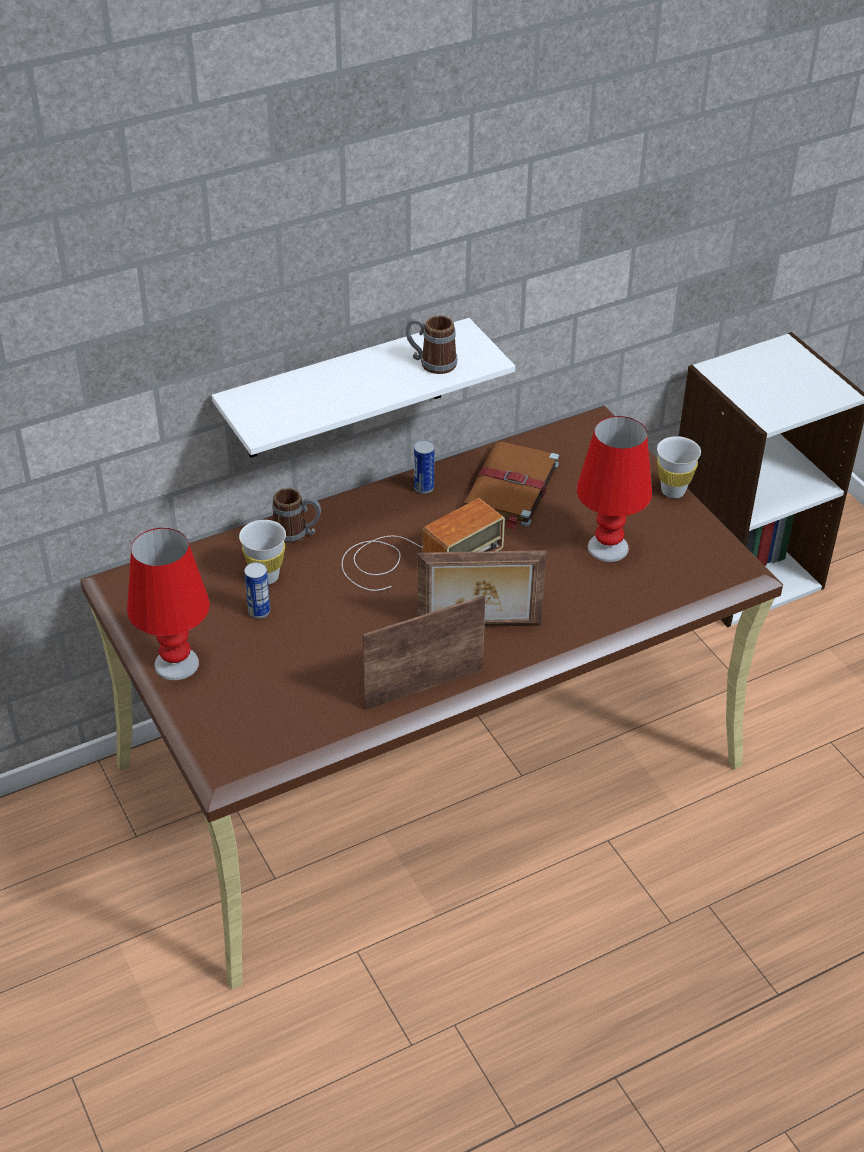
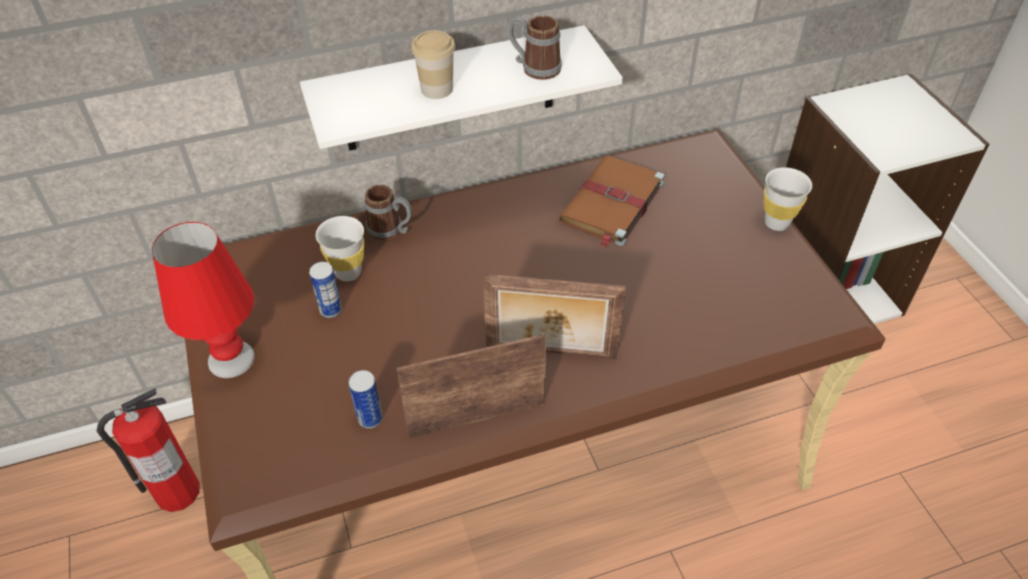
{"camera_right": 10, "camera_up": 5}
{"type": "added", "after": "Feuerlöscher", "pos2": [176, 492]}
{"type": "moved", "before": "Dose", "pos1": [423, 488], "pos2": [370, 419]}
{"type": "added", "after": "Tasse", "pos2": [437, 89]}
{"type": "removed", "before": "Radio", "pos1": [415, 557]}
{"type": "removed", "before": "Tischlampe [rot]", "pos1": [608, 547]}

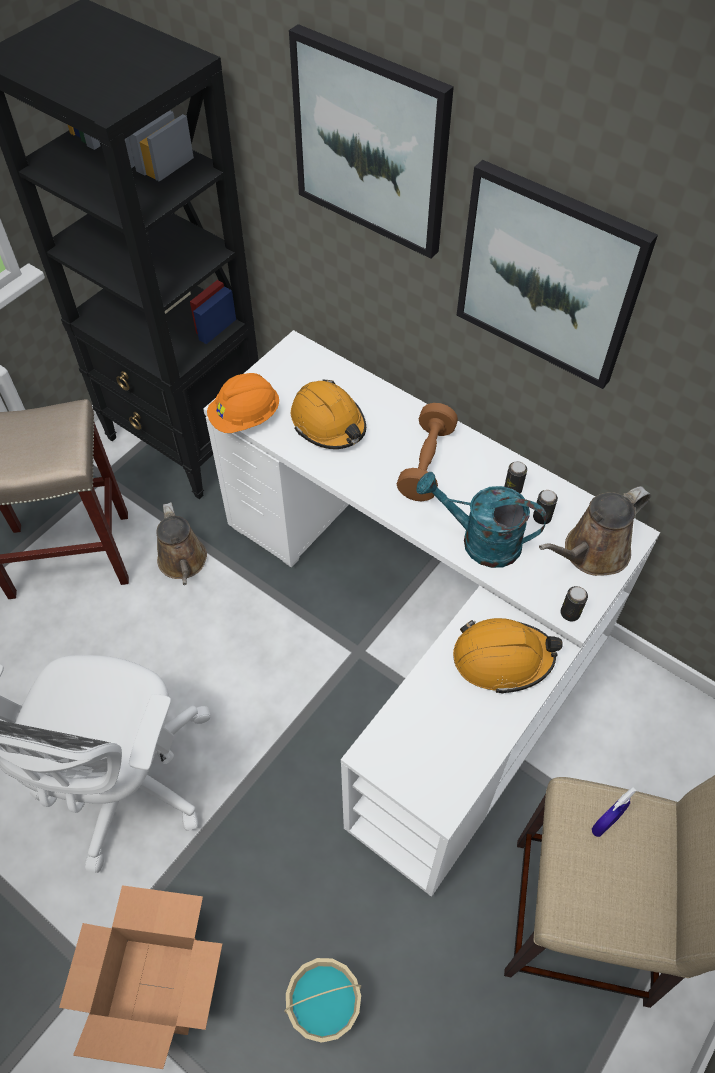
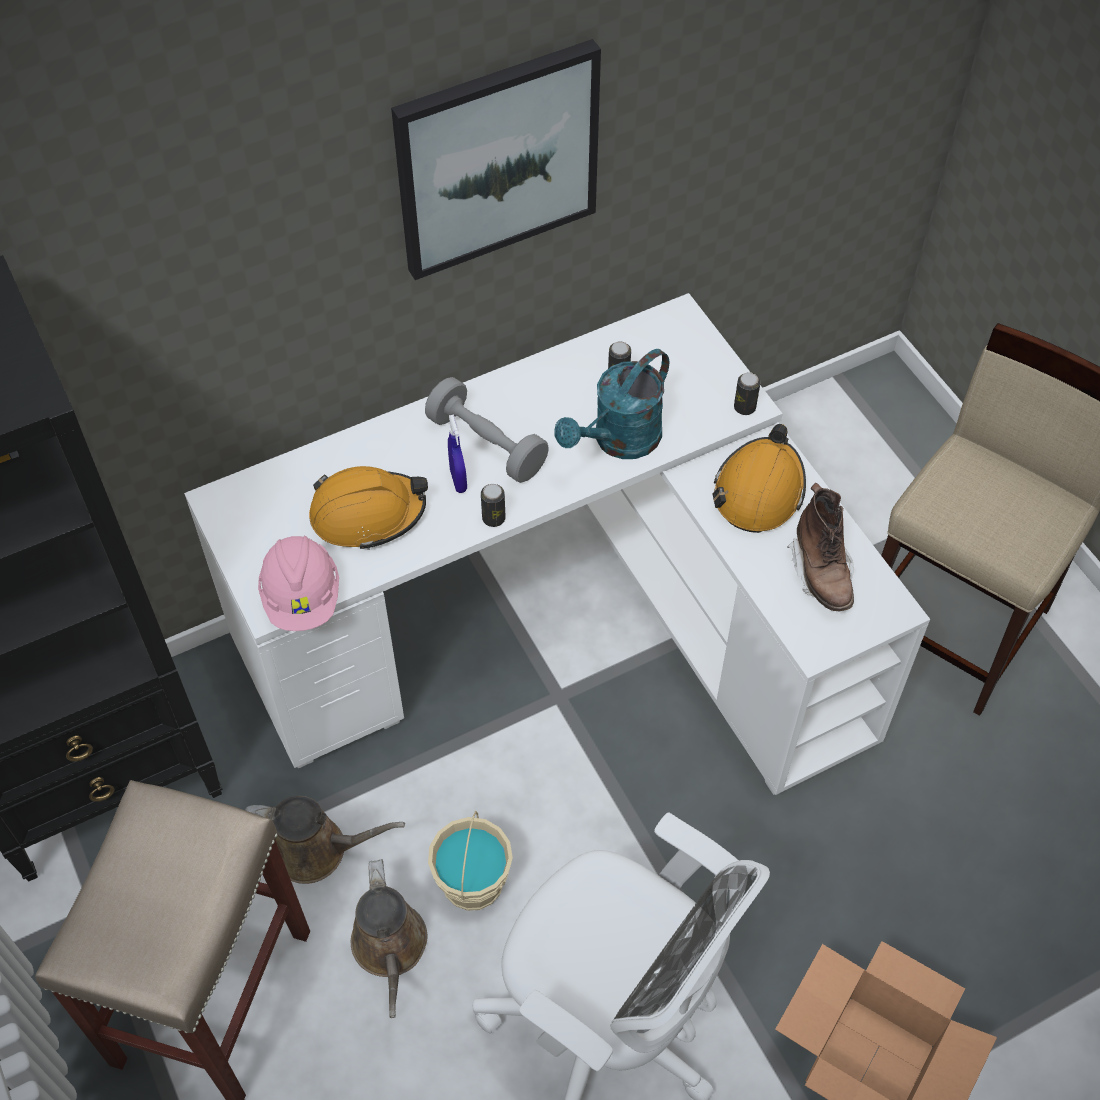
{"camera_right": -65, "camera_up": 0}
{"type": "recoloured", "before": "Schutzhelm [orange]", "after": "Schutzhelm [rosa]", "pos1": [245, 417], "pos2": [302, 597]}
{"type": "moved", "before": "Gießkanne [braun]", "pos1": [591, 553], "pos2": [390, 948]}
{"type": "recoloured", "before": "Hantel [braun]", "after": "Hantel [grau]", "pos1": [426, 463], "pos2": [487, 444]}
{"type": "moved", "before": "Eimer [beige]", "pos1": [324, 1007], "pos2": [473, 883]}
{"type": "moved", "before": "Sprühflasche [blau]", "pos1": [604, 824], "pos2": [458, 480]}
{"type": "moved", "before": "Dose", "pos1": [512, 489], "pos2": [493, 518]}
{"type": "added", "after": "Stiefel [braun]", "pos2": [821, 572]}
{"type": "removed", "before": "Bild", "pos1": [371, 143]}

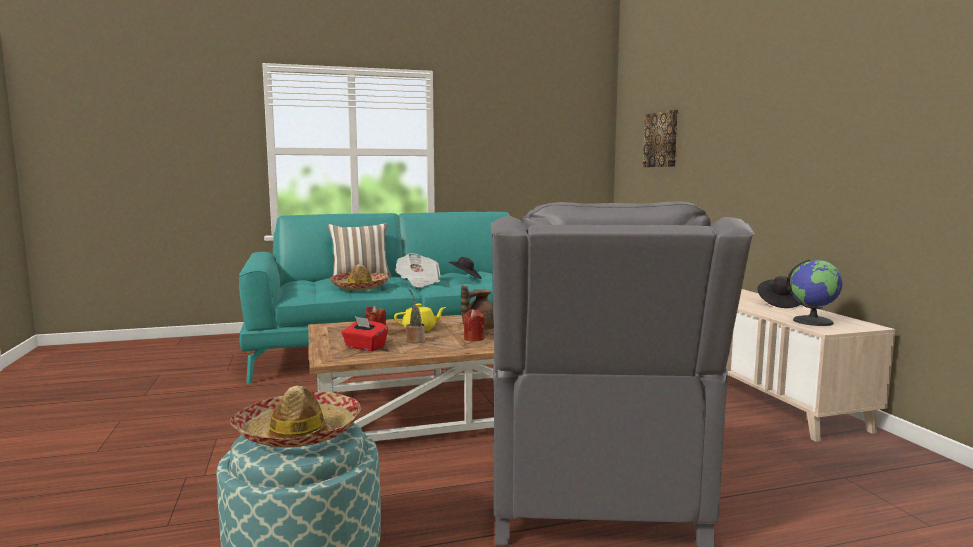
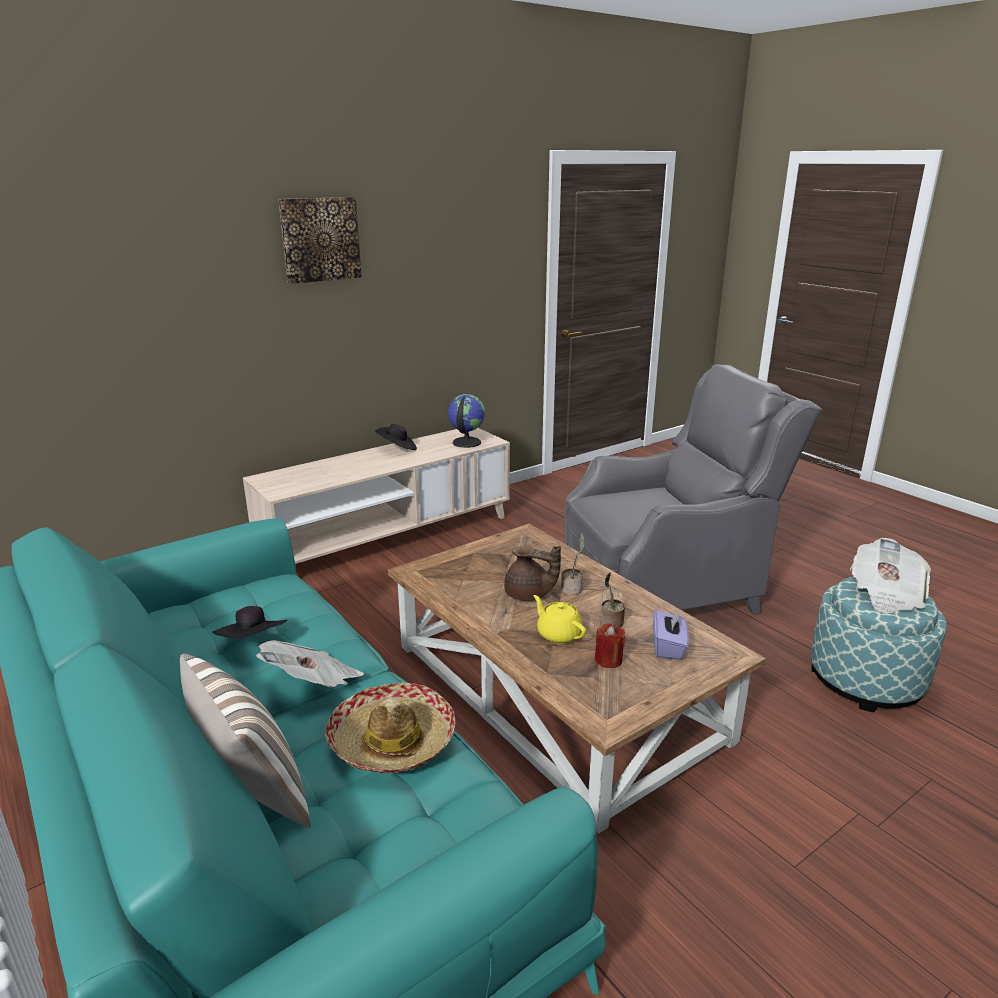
{"camera_right": -110, "camera_up": 15}
{"type": "moved", "before": "Bild", "pos1": [661, 139], "pos2": [320, 239]}
{"type": "replaced", "before": "Kerze [rot]", "after": "Topfpflanze", "pos1": [474, 338], "pos2": [572, 589]}
{"type": "recoloured", "before": "Taschentuchbox [rot]", "after": "Taschentuchbox [lila]", "pos1": [365, 347], "pos2": [668, 647]}
{"type": "replaced", "before": "Hut", "after": "Zeitung", "pos1": [299, 433], "pos2": [886, 594]}

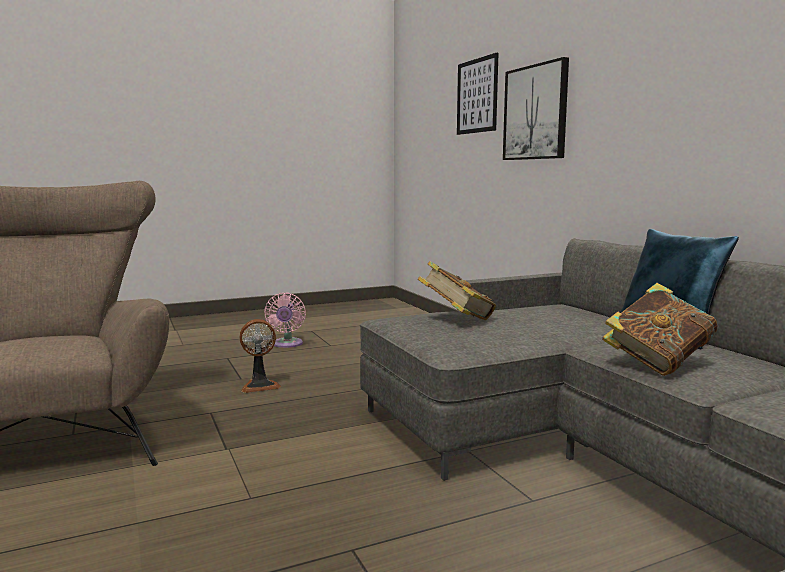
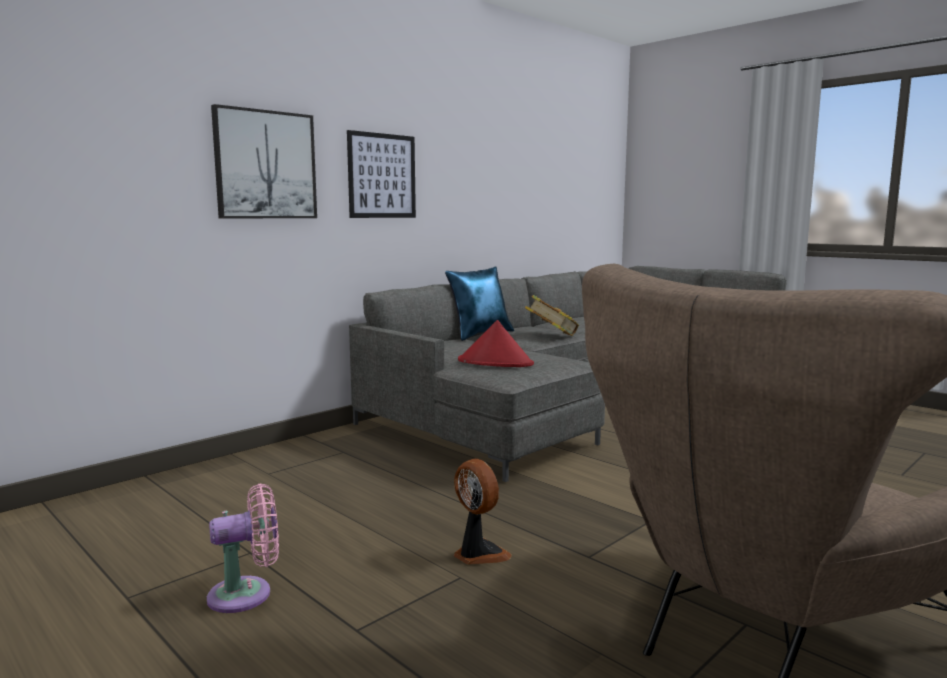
{"camera_right": -110, "camera_up": 0}
{"type": "moved", "before": "Bild", "pos1": [477, 96], "pos2": [382, 176]}
{"type": "replaced", "before": "Buch", "after": "Hut [rot]", "pos1": [456, 319], "pos2": [495, 363]}

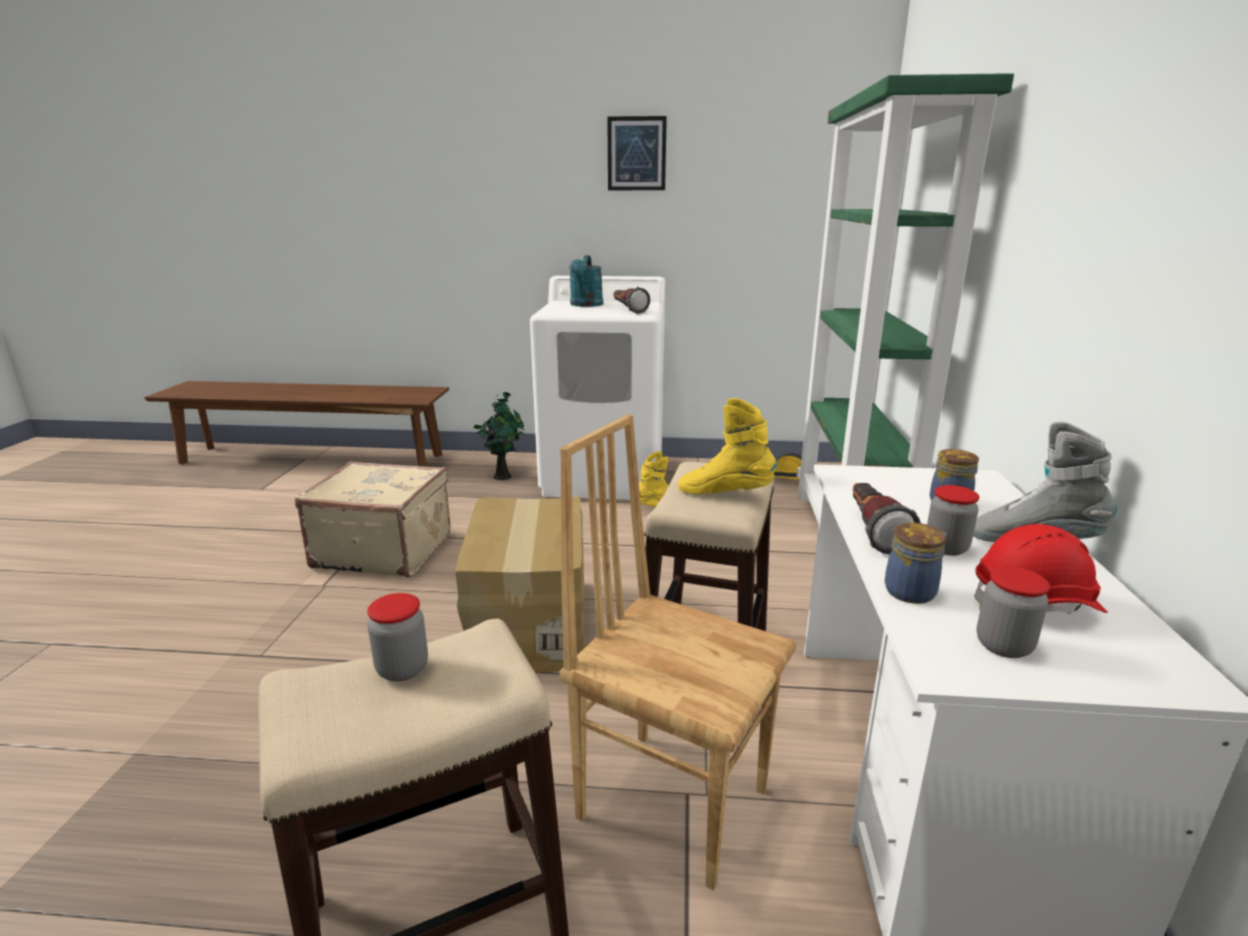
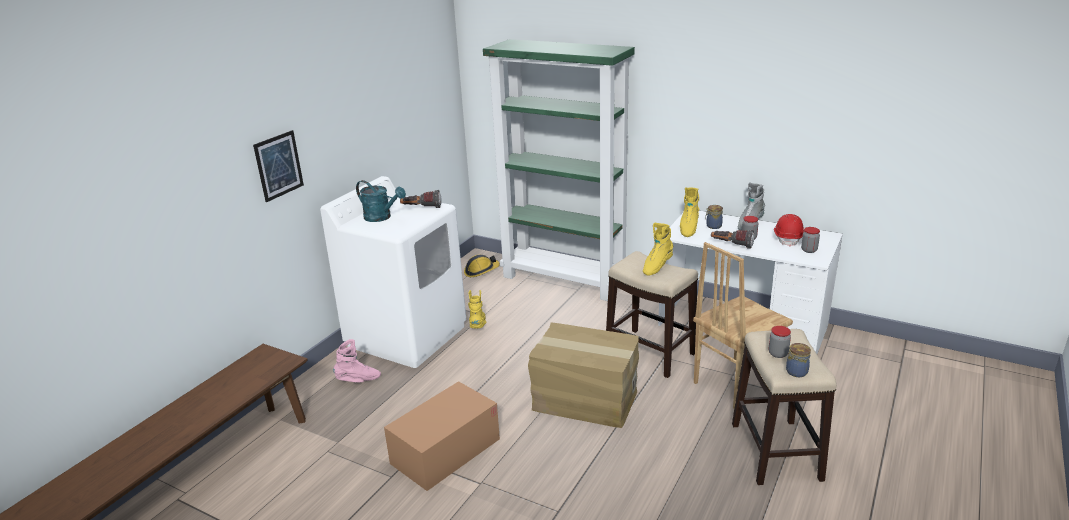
{"camera_right": -65, "camera_up": 5}
{"type": "moved", "before": "Bild", "pos1": [636, 154], "pos2": [278, 165]}
{"type": "replaced", "before": "Topfpflanze", "after": "Stiefel [rosa]", "pos1": [503, 476], "pos2": [358, 380]}
{"type": "replaced", "before": "Koffer [beige]", "after": "Karton", "pos1": [384, 550], "pos2": [446, 451]}
{"type": "added", "after": "Stiefel [gelb]", "pos2": [688, 229]}
{"type": "moved", "before": "Vorratsglas", "pos1": [912, 592], "pos2": [796, 371]}

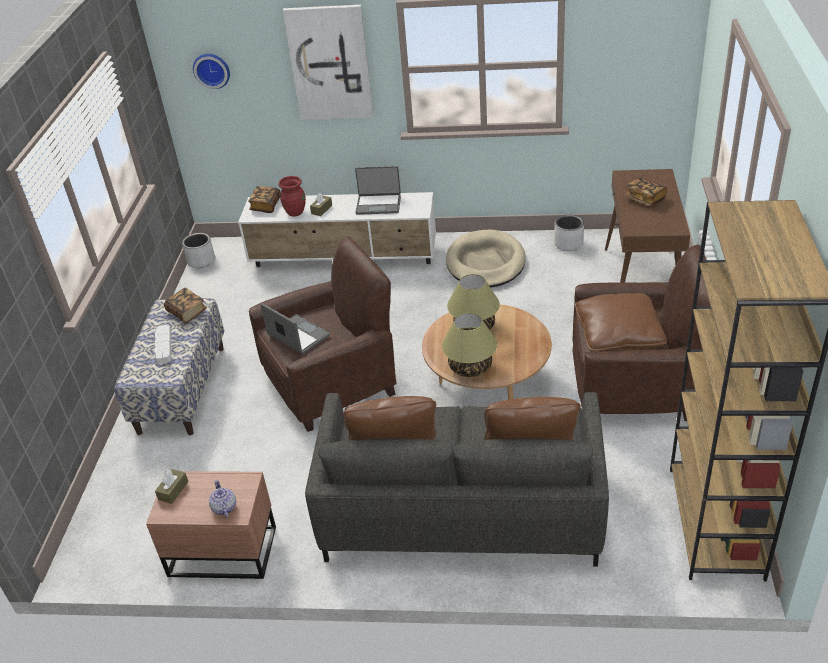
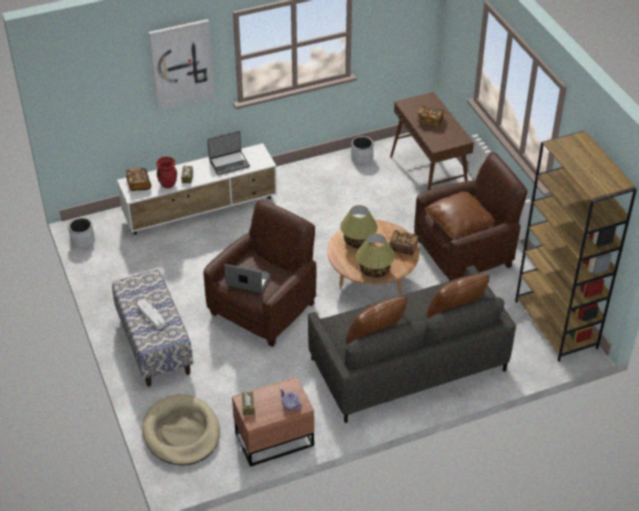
{"camera_right": -30, "camera_up": 5}
{"type": "moved", "before": "Hundebett [beige]", "pos1": [485, 263], "pos2": [181, 433]}
{"type": "moved", "before": "Buch", "pos1": [187, 312], "pos2": [403, 247]}
{"type": "removed", "before": "Wanduhr", "pos1": [212, 70]}

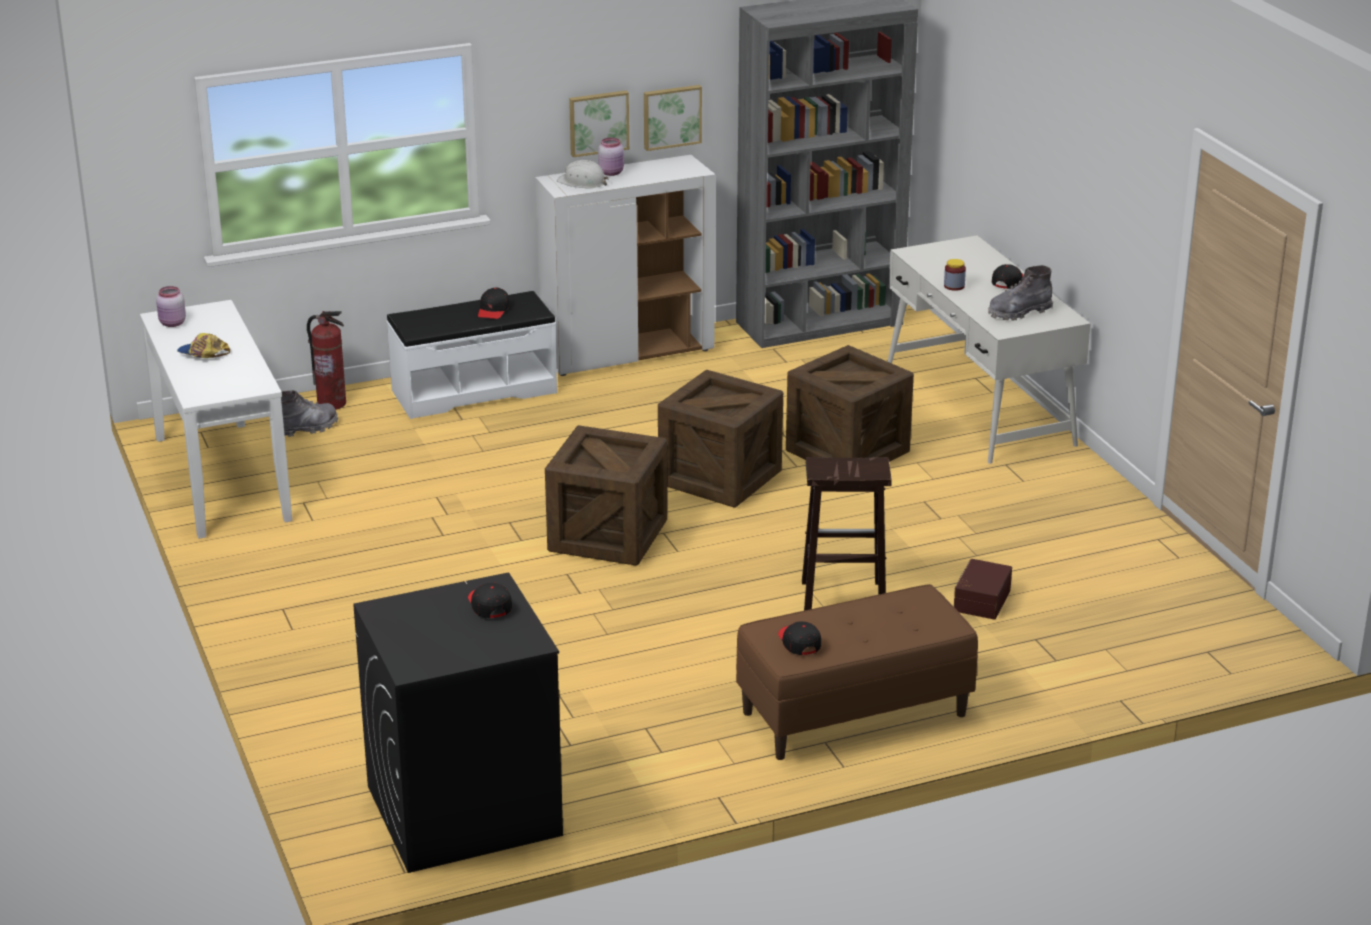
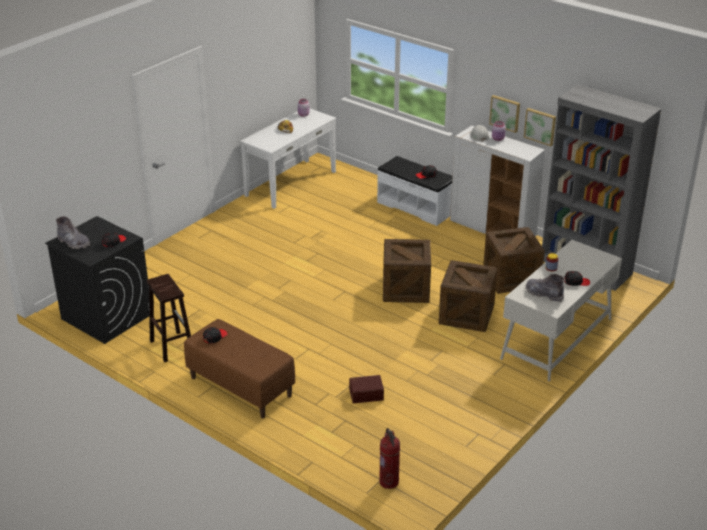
{"camera_right": 60, "camera_up": 5}
{"type": "moved", "before": "Stiefel [grau]", "pos1": [305, 428], "pos2": [74, 243]}
{"type": "moved", "before": "Hocker [braun]", "pos1": [841, 598], "pos2": [171, 346]}
{"type": "moved", "before": "Feuerlöscher", "pos1": [331, 404], "pos2": [389, 482]}
{"type": "moved", "before": "Kiste", "pos1": [607, 536], "pos2": [511, 278]}

